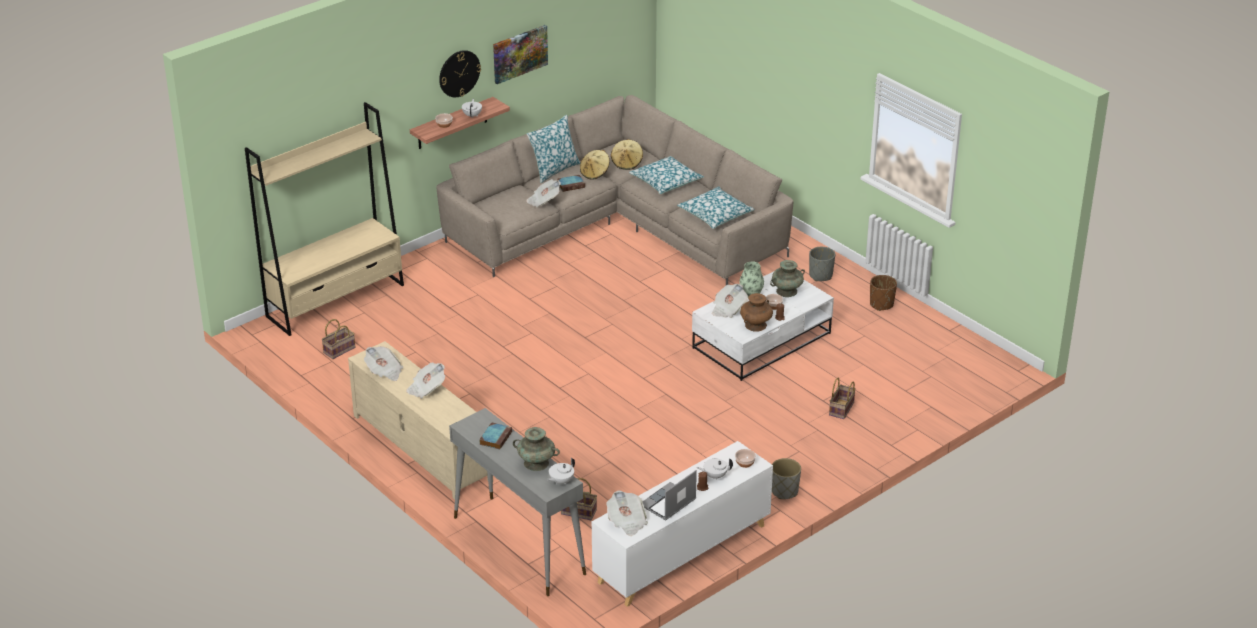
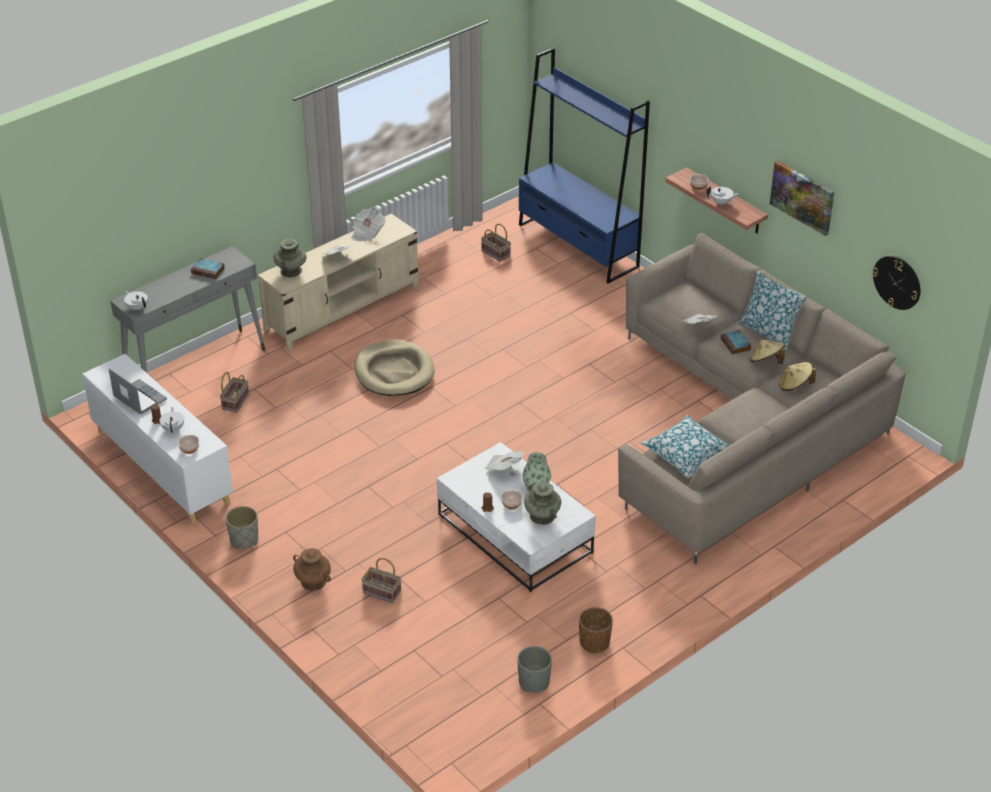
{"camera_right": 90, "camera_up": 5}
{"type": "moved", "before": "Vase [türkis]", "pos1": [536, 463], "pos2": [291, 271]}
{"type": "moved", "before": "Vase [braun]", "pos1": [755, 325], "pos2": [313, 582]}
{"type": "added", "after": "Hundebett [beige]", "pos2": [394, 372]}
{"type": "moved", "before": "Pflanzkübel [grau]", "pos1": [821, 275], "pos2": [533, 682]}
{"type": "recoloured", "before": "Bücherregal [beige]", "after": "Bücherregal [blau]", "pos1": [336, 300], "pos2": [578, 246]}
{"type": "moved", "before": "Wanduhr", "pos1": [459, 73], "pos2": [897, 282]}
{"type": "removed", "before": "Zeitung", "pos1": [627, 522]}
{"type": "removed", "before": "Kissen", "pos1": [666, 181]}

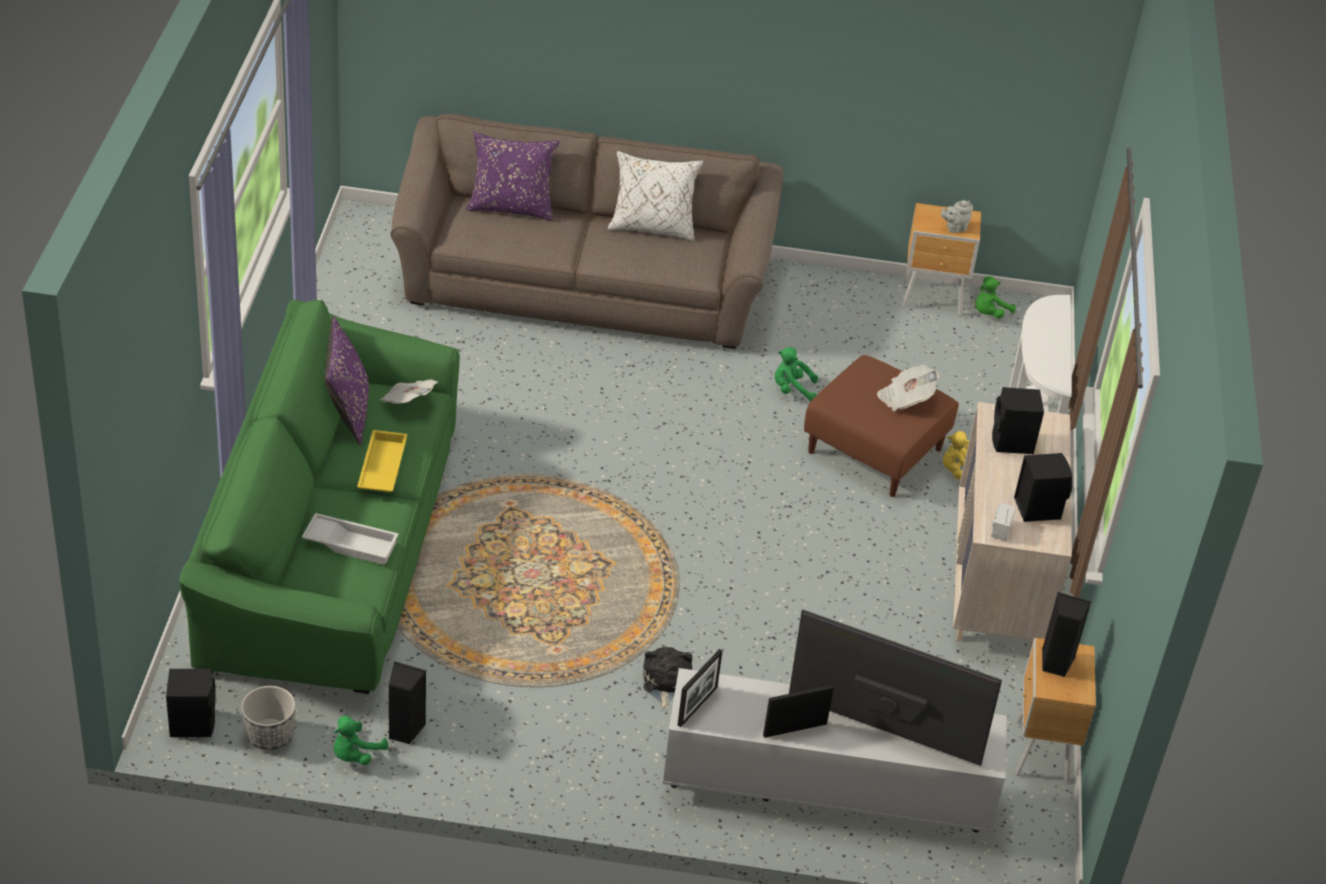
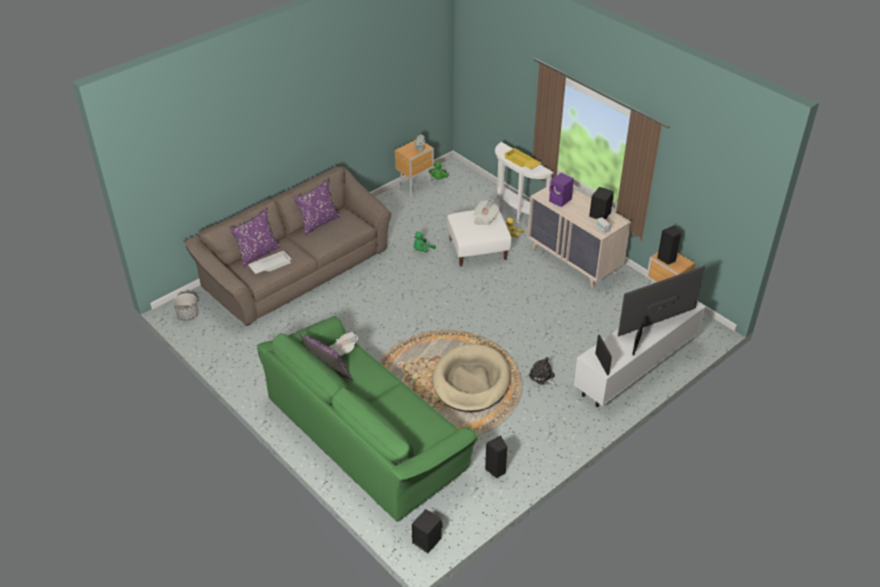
{"camera_right": -45, "camera_up": 0}
{"type": "moved", "before": "Pflanzkübel", "pos1": [270, 735], "pos2": [188, 315]}
{"type": "moved", "before": "Tablett [weiß]", "pos1": [351, 543], "pos2": [270, 265]}
{"type": "recoloured", "before": "Kissen [weiß]", "after": "Kissen [lila]", "pos1": [652, 227], "pos2": [318, 223]}
{"type": "added", "after": "Hundebett [beige]", "pos2": [471, 381]}
{"type": "recoloured", "before": "Polsterhocker [braun]", "after": "Polsterhocker [weiß]", "pos1": [874, 451], "pos2": [477, 249]}
{"type": "moved", "before": "Tablett [gelb]", "pos1": [381, 467], "pos2": [521, 162]}
{"type": "recoloured", "before": "Lautsprecher [schwarz]", "after": "Lautsprecher [lila]", "pos1": [1012, 443], "pos2": [560, 200]}
{"type": "removed", "before": "Plüschtier [grün]", "pos1": [355, 755]}

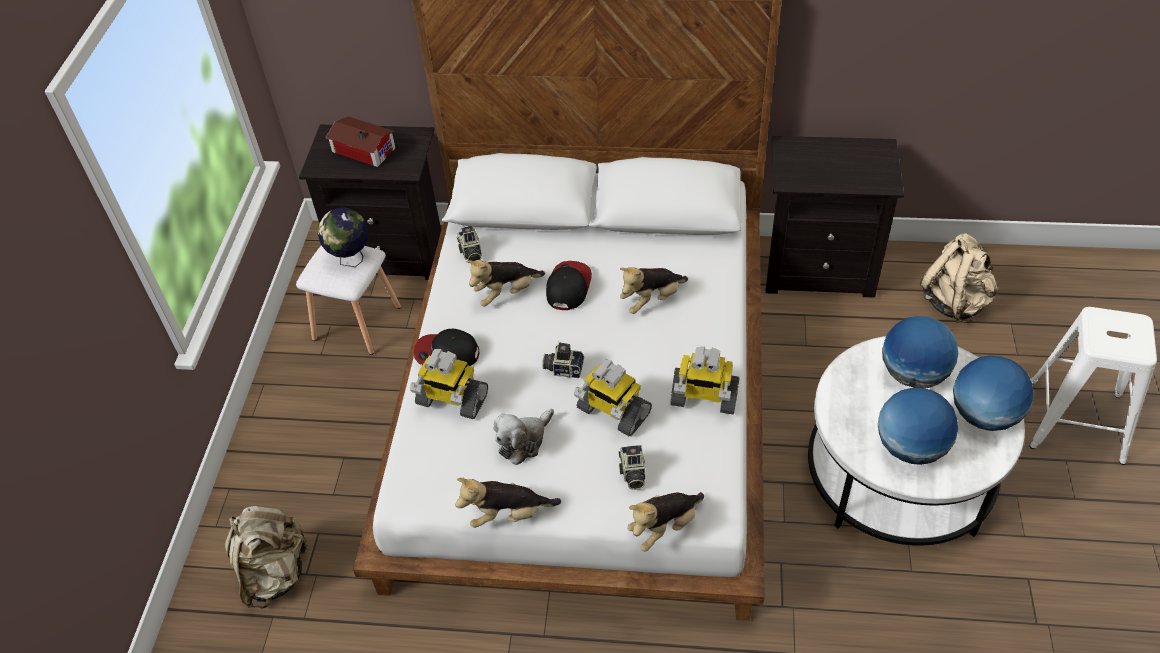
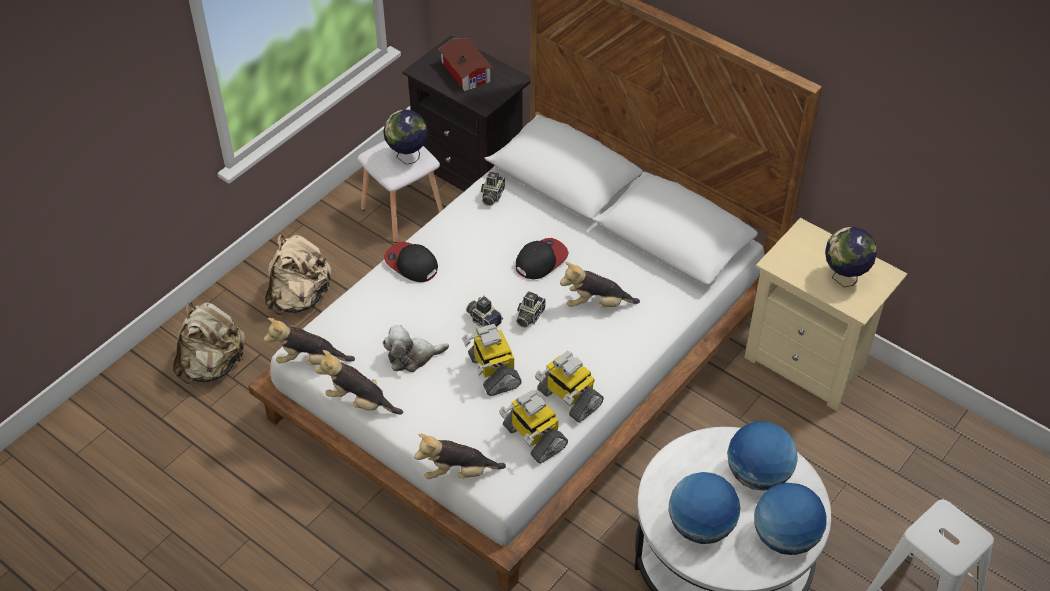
{"camera_right": 30, "camera_up": 0}
{"type": "moved", "before": "Plüschtier", "pos1": [506, 293], "pos2": [310, 361]}
{"type": "moved", "before": "Rucksack [beige]", "pos1": [954, 302], "pos2": [300, 298]}
{"type": "moved", "before": "Spielzeugroboter", "pos1": [451, 400], "pos2": [533, 437]}
{"type": "moved", "before": "Kamera", "pos1": [632, 473], "pos2": [529, 316]}
{"type": "recoloured", "before": "Nachttisch [schwarz]", "after": "Nachttisch [beige]", "pos1": [819, 269], "pos2": [810, 362]}
{"type": "added", "after": "Globus", "pos2": [844, 278]}

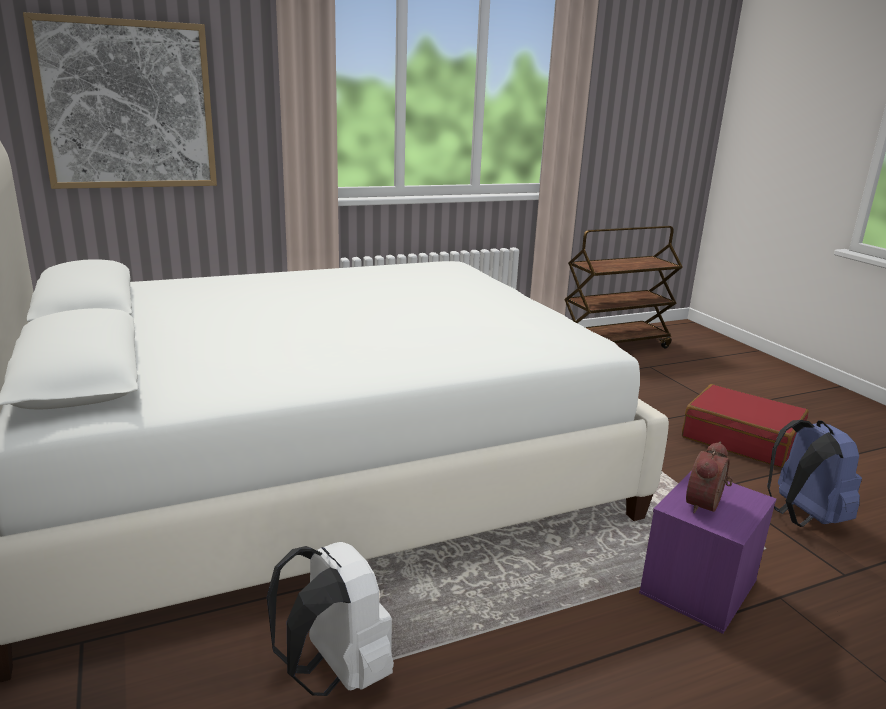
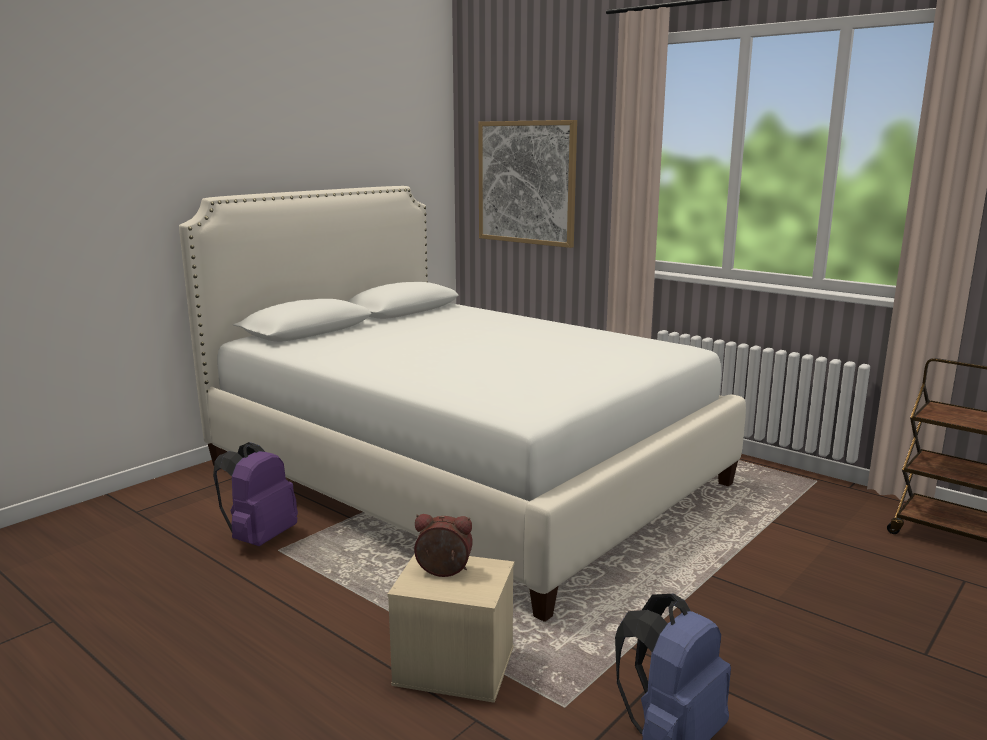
{"camera_right": 65, "camera_up": -5}
{"type": "recoloured", "before": "Rucksack [weiß]", "after": "Rucksack [lila]", "pos1": [336, 673], "pos2": [259, 538]}
{"type": "recoloured", "before": "Aufbewahrungsbox [lila]", "after": "Aufbewahrungsbox [beige]", "pos1": [699, 588], "pos2": [452, 667]}
{"type": "removed", "before": "Koffer [rot]", "pos1": [741, 439]}

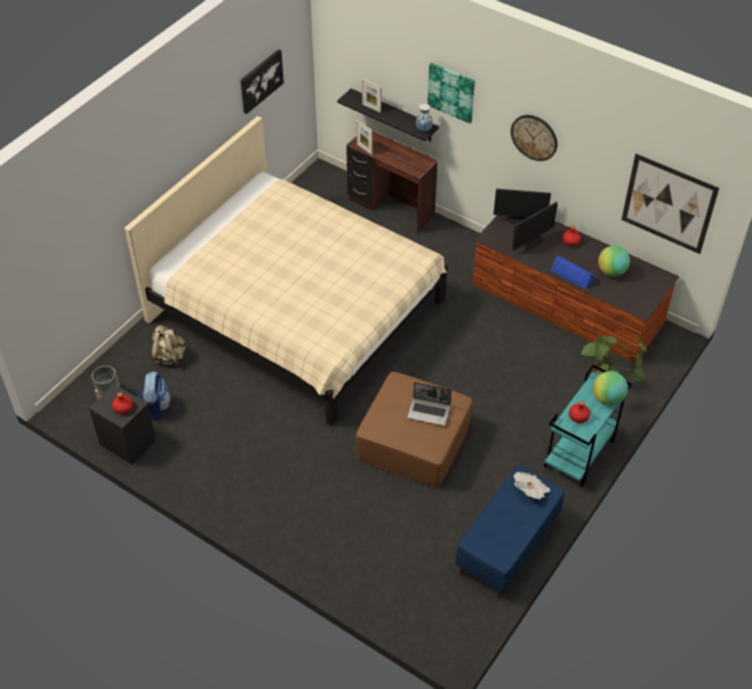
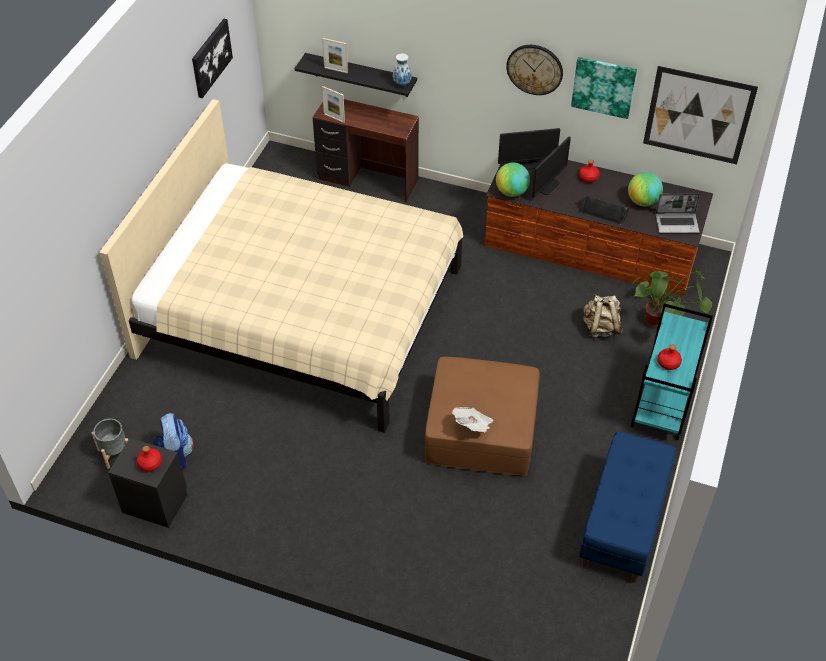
{"camera_right": -15, "camera_up": 0}
{"type": "moved", "before": "Zeitung", "pos1": [530, 491], "pos2": [473, 425]}
{"type": "moved", "before": "Globus", "pos1": [607, 399], "pos2": [511, 192]}
{"type": "moved", "before": "Bild", "pos1": [451, 92], "pos2": [603, 86]}
{"type": "recoloured", "before": "Lautsprecher [blau]", "after": "Lautsprecher [schwarz]", "pos1": [572, 274], "pos2": [603, 212]}
{"type": "moved", "before": "Rucksack [beige]", "pos1": [170, 356], "pos2": [600, 328]}
{"type": "moved", "before": "Laptop", "pos1": [429, 412], "pos2": [677, 223]}

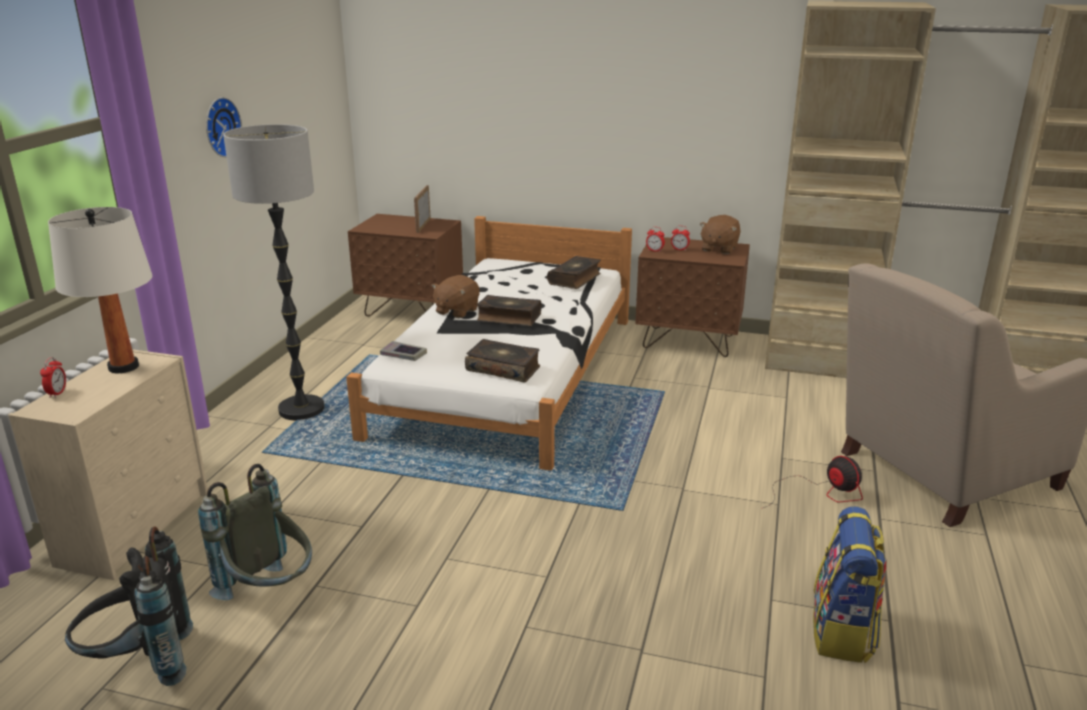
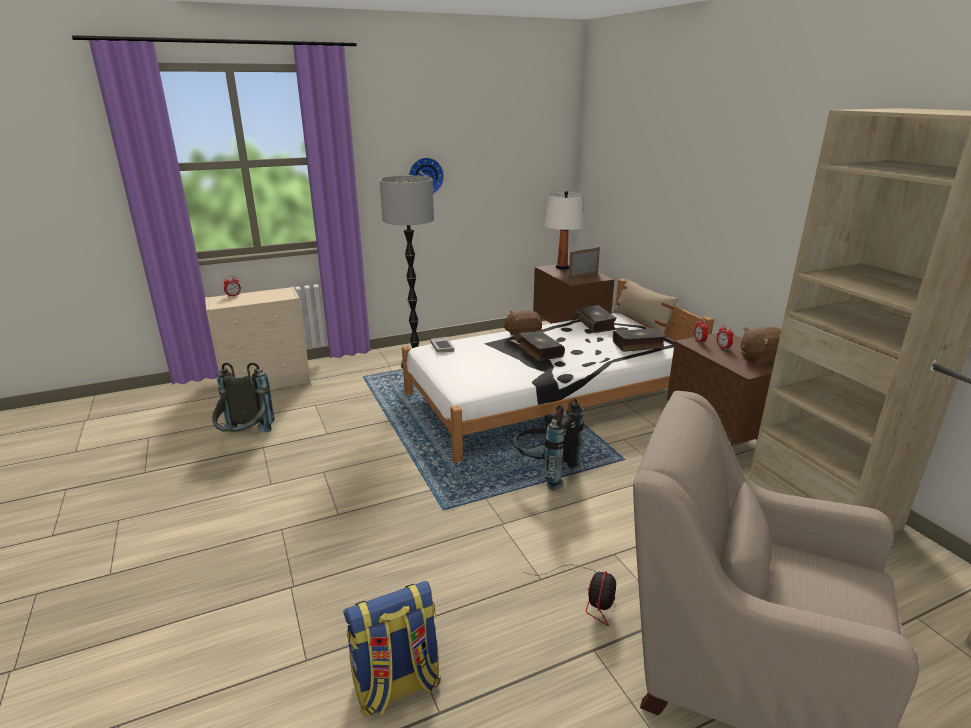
{"camera_right": 50, "camera_up": 0}
{"type": "moved", "before": "Rucksack [schwarz]", "pos1": [140, 665], "pos2": [544, 472]}
{"type": "moved", "before": "Tischlampe [weiß]", "pos1": [124, 367], "pos2": [562, 267]}
{"type": "moved", "before": "Buch", "pos1": [503, 369], "pos2": [596, 324]}
{"type": "added", "after": "Kissen [beige]", "pos2": [642, 323]}

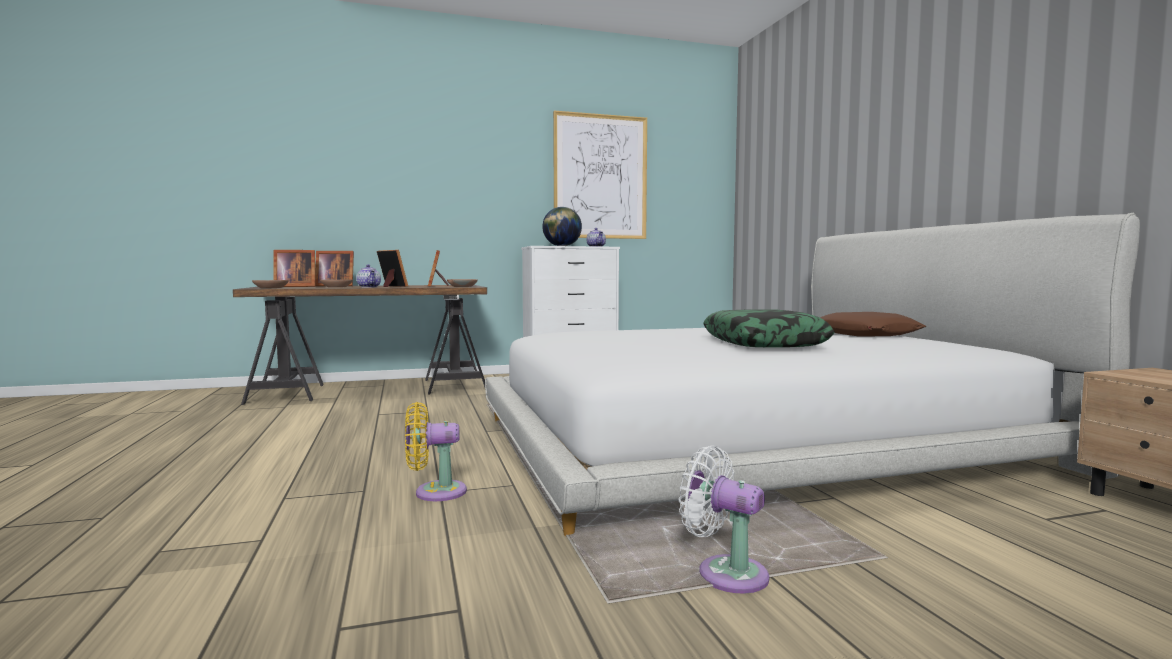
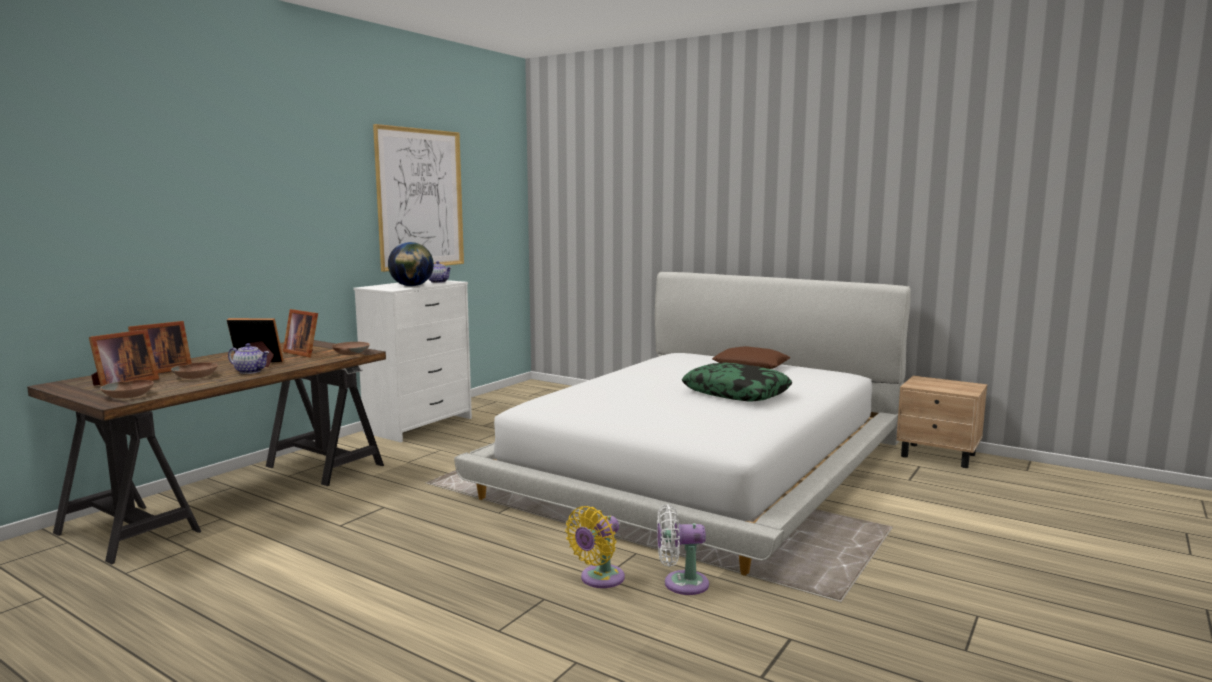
{"camera_right": -40, "camera_up": 5}
{"type": "moved", "before": "Ventilator [weiß]", "pos1": [725, 572], "pos2": [681, 583]}

